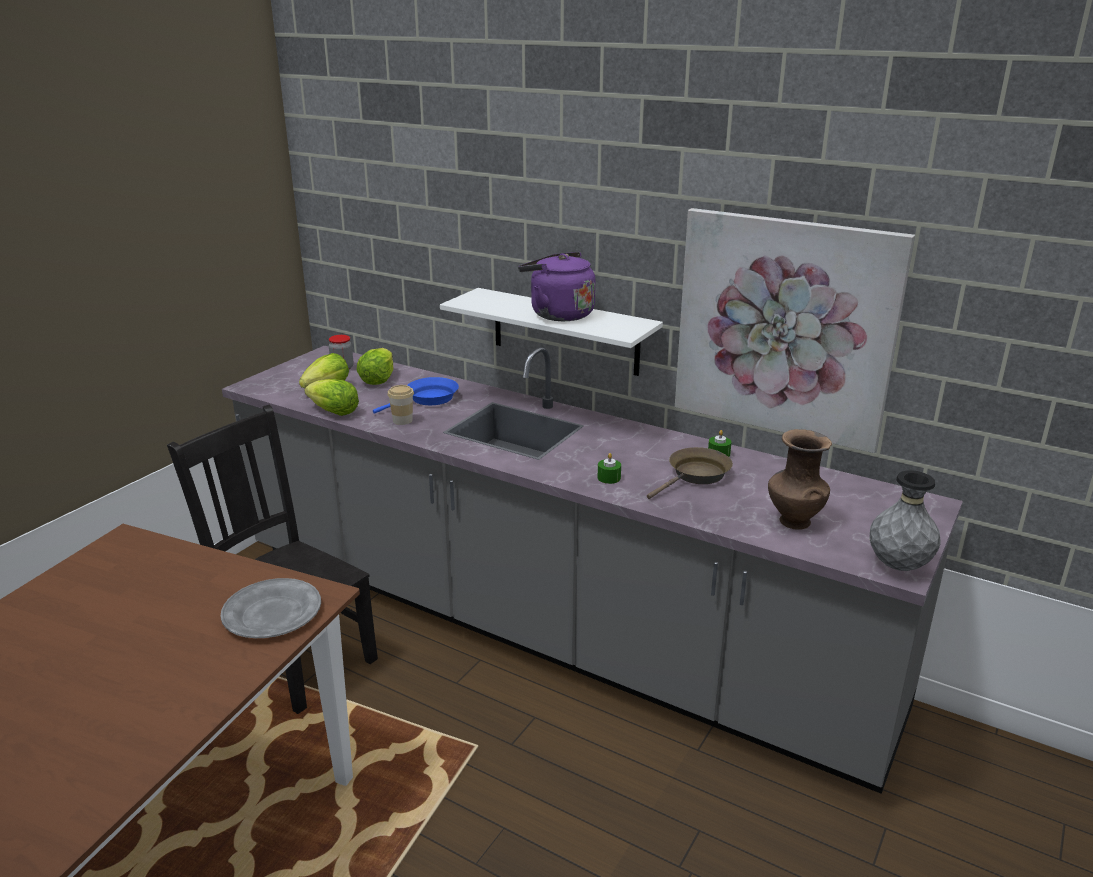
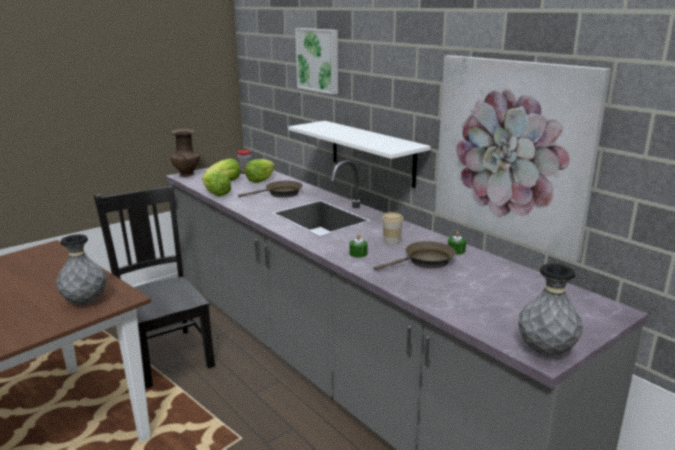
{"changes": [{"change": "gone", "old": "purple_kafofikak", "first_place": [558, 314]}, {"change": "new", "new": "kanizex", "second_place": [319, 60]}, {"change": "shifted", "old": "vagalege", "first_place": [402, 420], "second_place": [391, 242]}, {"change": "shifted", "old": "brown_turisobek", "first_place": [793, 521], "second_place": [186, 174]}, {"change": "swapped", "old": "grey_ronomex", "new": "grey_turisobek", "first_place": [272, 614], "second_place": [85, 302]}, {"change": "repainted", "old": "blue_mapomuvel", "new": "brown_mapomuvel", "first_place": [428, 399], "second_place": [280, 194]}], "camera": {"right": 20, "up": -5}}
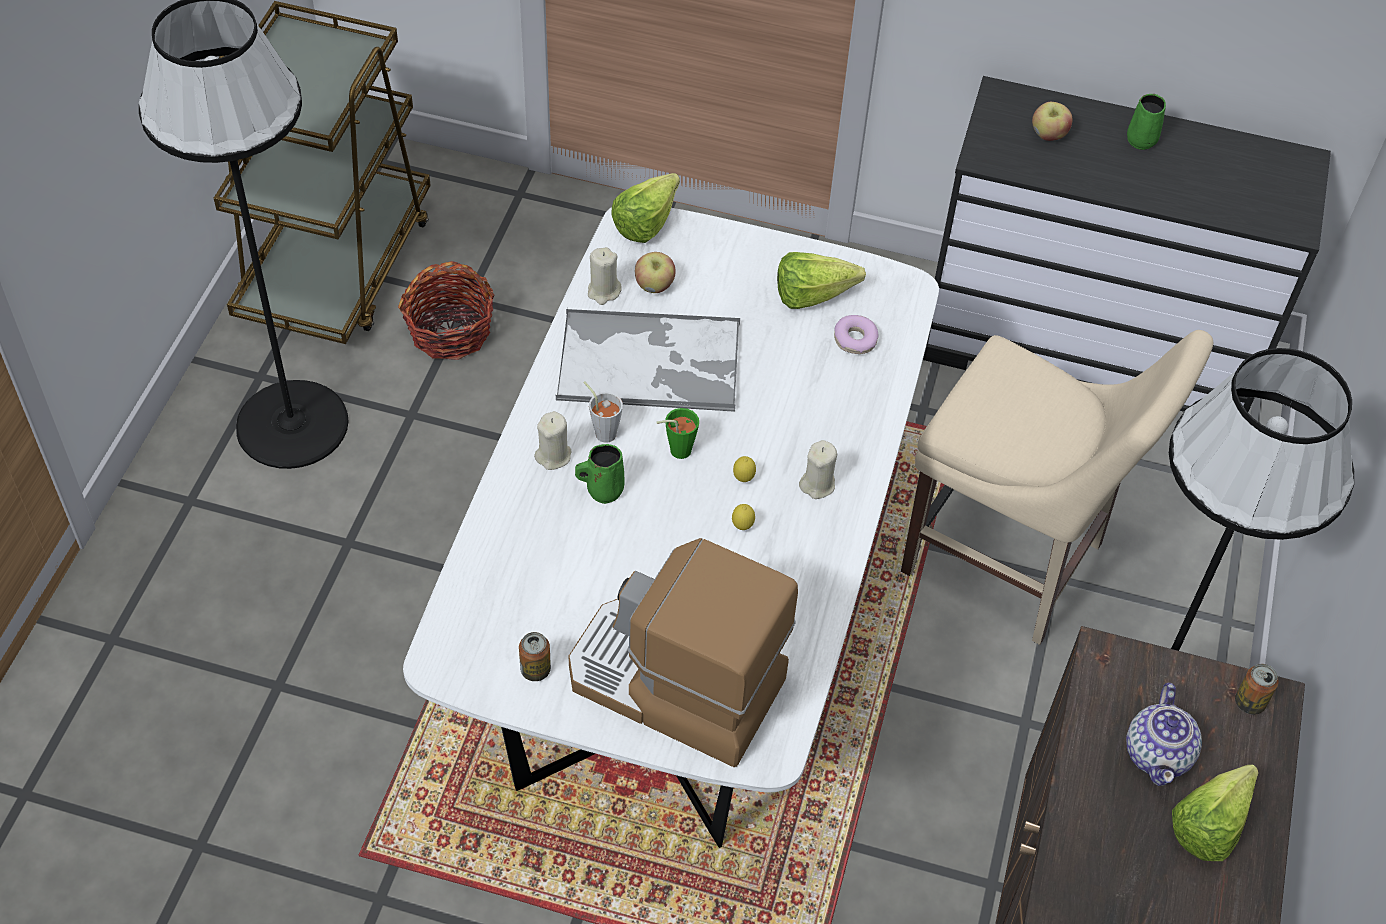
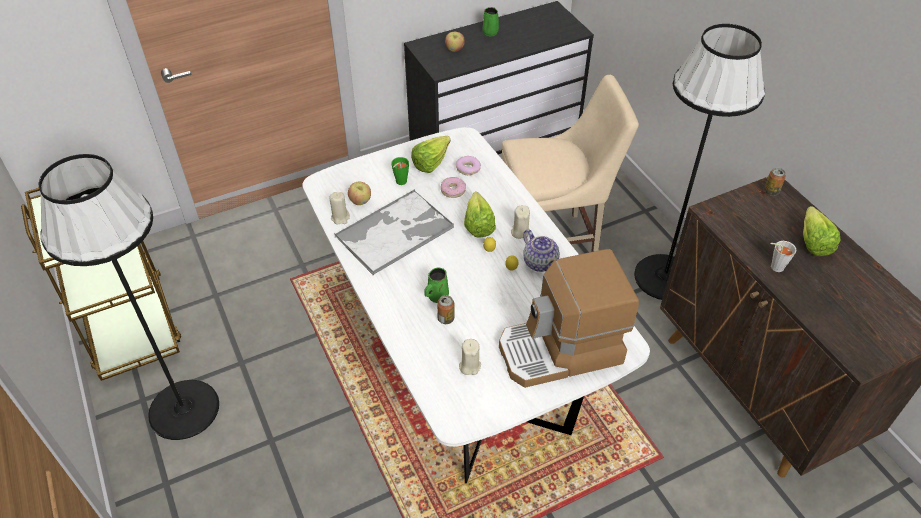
{"changes": [{"change": "gone", "old": "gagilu", "first_place": [450, 331]}, {"change": "new", "new": "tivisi", "second_place": [453, 190]}, {"change": "shifted", "old": "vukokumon", "first_place": [535, 670], "second_place": [446, 319]}, {"change": "shifted", "old": "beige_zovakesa", "first_place": [553, 455], "second_place": [469, 366]}, {"change": "shifted", "old": "grey_vagalege", "first_place": [602, 430], "second_place": [774, 267]}, {"change": "shifted", "old": "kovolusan", "first_place": [651, 220], "second_place": [479, 222]}, {"change": "shifted", "old": "green_vagalege", "first_place": [675, 451], "second_place": [399, 183]}, {"change": "shifted", "old": "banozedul", "first_place": [1158, 753], "second_place": [540, 262]}], "camera": {"right": -40, "up": -5}}
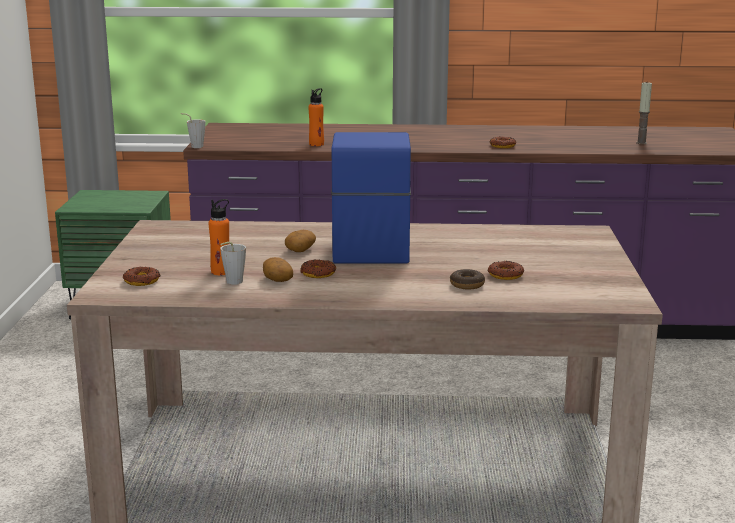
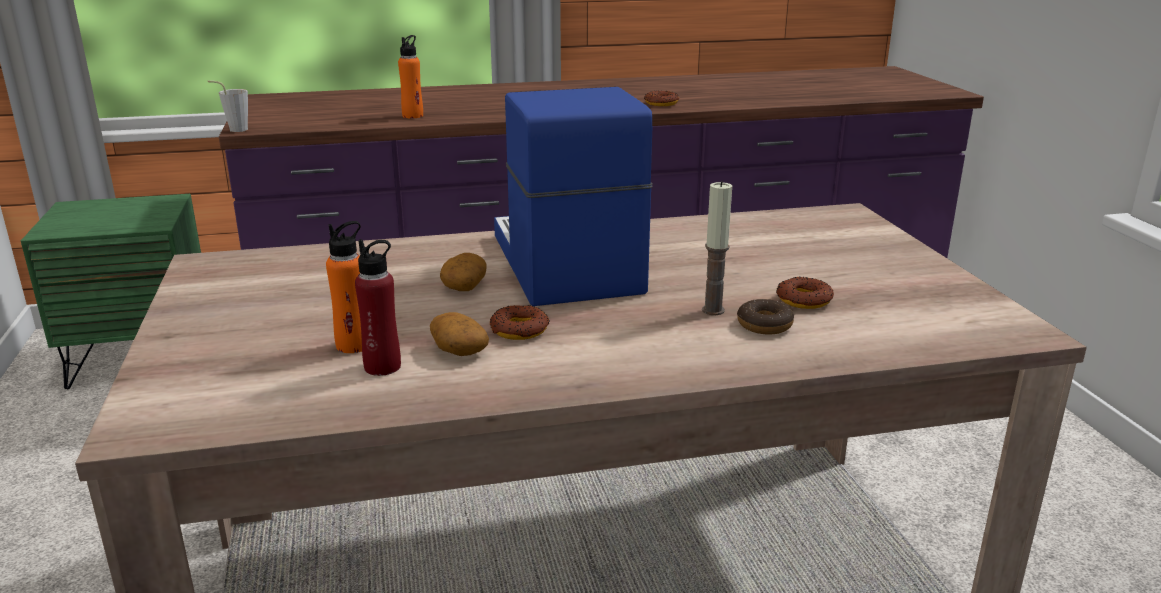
{"changes": [{"change": "gone", "old": "tivisi", "first_place": [142, 281]}, {"change": "shifted", "old": "zovakesa", "first_place": [641, 143], "second_place": [713, 310]}, {"change": "swapped", "old": "grey_vagalege", "new": "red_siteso", "first_place": [231, 282], "second_place": [382, 367]}], "camera": {"right": -15, "up": 5}}
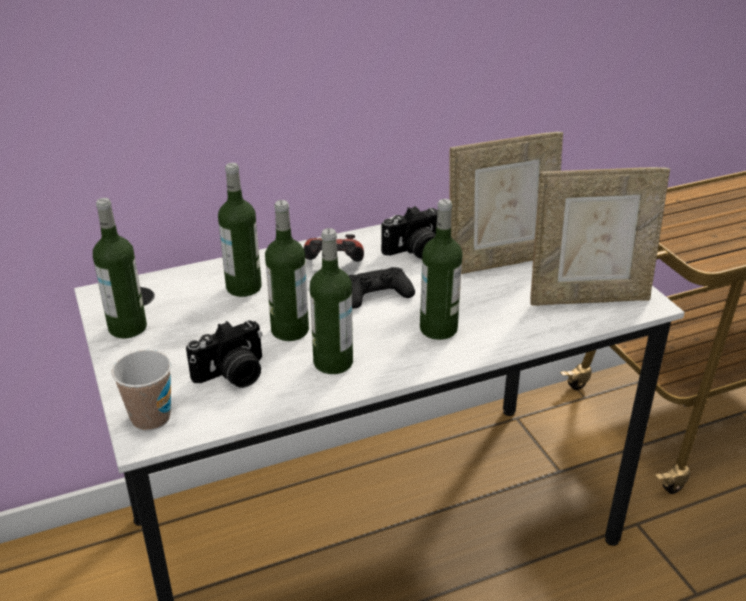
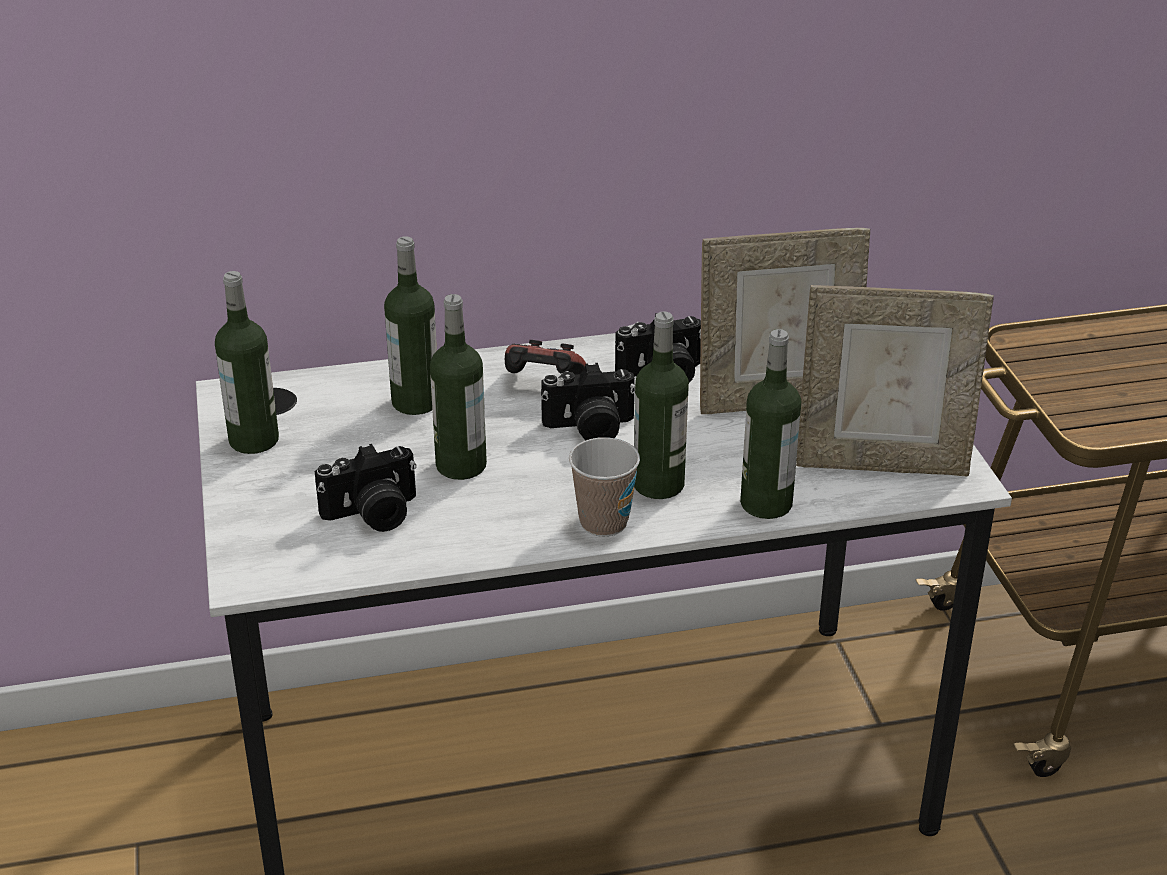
{"changes": [{"change": "shifted", "old": "vagalege", "first_place": [151, 418], "second_place": [603, 523]}, {"change": "shifted", "old": "siteso", "first_place": [333, 362], "second_place": [766, 504]}, {"change": "swapped", "old": "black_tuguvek", "new": "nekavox", "first_place": [376, 294], "second_place": [590, 429]}], "camera": {"right": 10, "up": 0}}
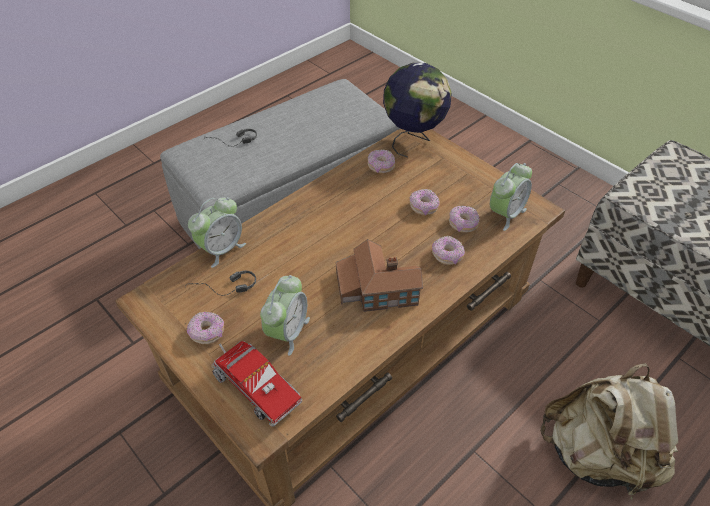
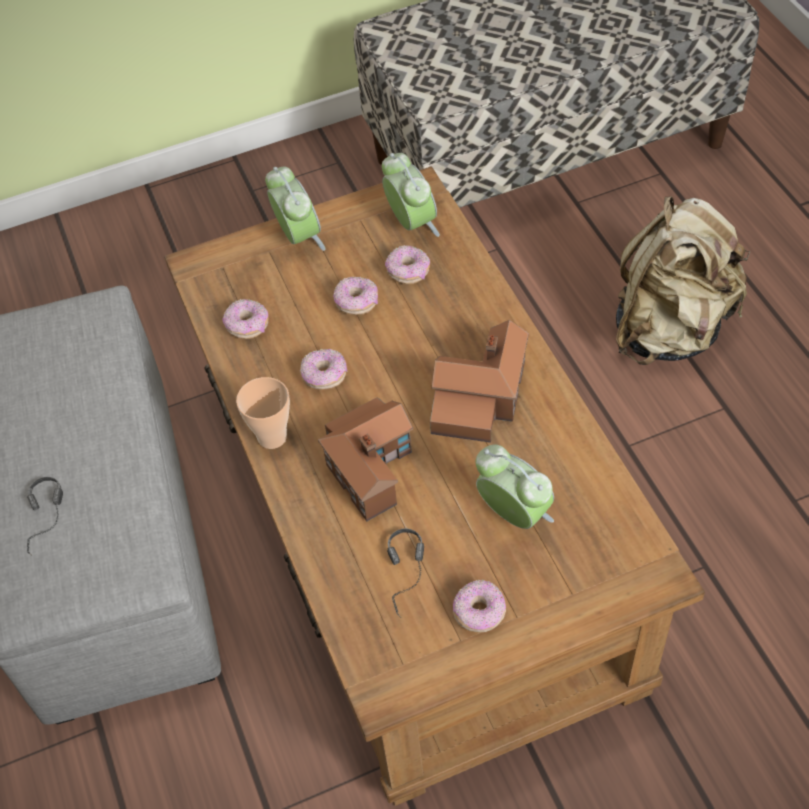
{"changes": [{"change": "gone", "old": "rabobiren", "first_place": [253, 385]}, {"change": "gone", "old": "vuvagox", "first_place": [413, 140]}, {"change": "new", "new": "vagalege", "second_place": [272, 437]}, {"change": "new", "new": "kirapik", "second_place": [371, 464]}, {"change": "shifted", "old": "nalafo", "first_place": [221, 249], "second_place": [298, 237]}, {"change": "shifted", "old": "tivisi", "first_place": [447, 255], "second_place": [324, 376]}], "camera": {"right": -65, "up": 5}}
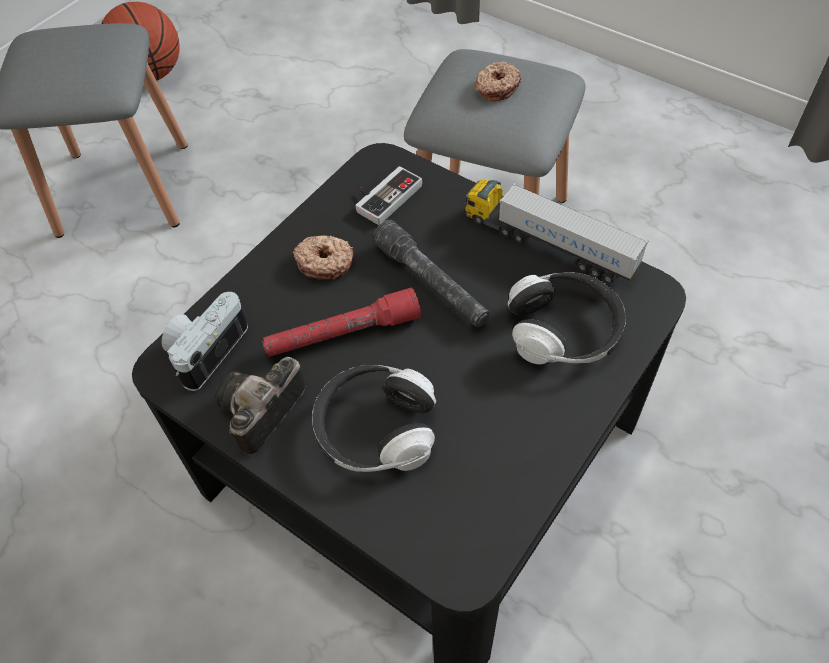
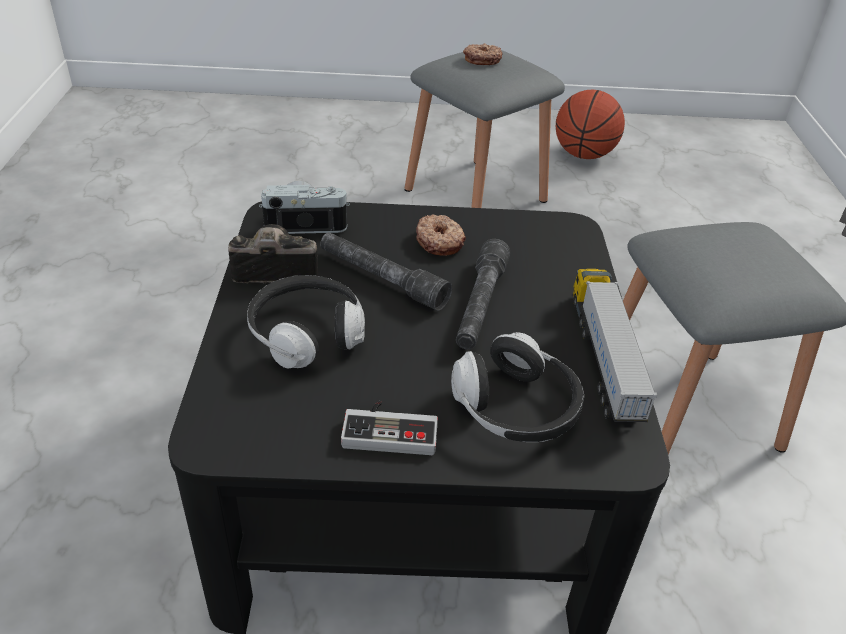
{"changes": [{"change": "shifted", "old": "tuguvek", "first_place": [384, 196], "second_place": [390, 429]}, {"change": "shifted", "old": "tivisi", "first_place": [496, 87], "second_place": [482, 60]}, {"change": "repainted", "old": "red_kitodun", "new": "grey_kitodun", "first_place": [342, 333], "second_place": [381, 279]}], "camera": {"right": 50, "up": -15}}
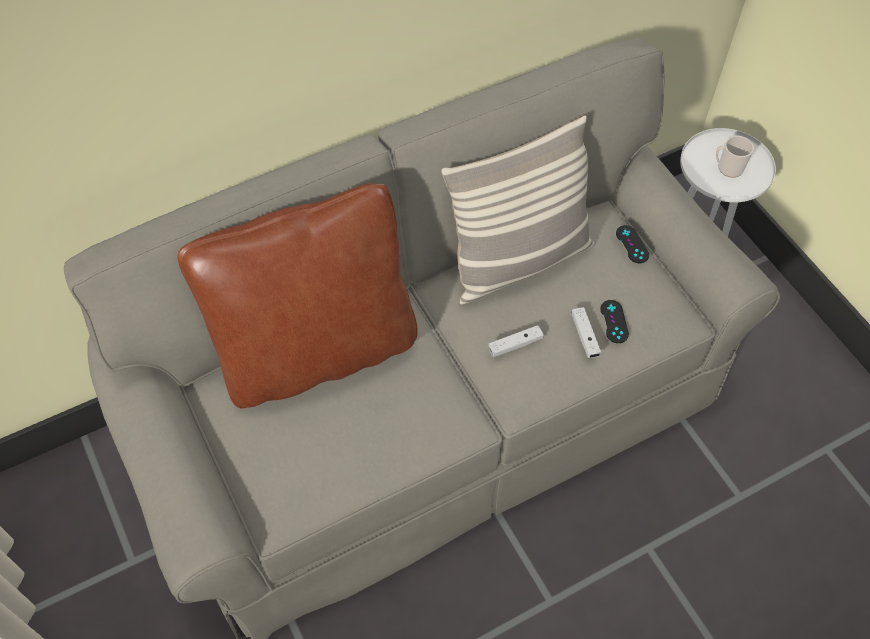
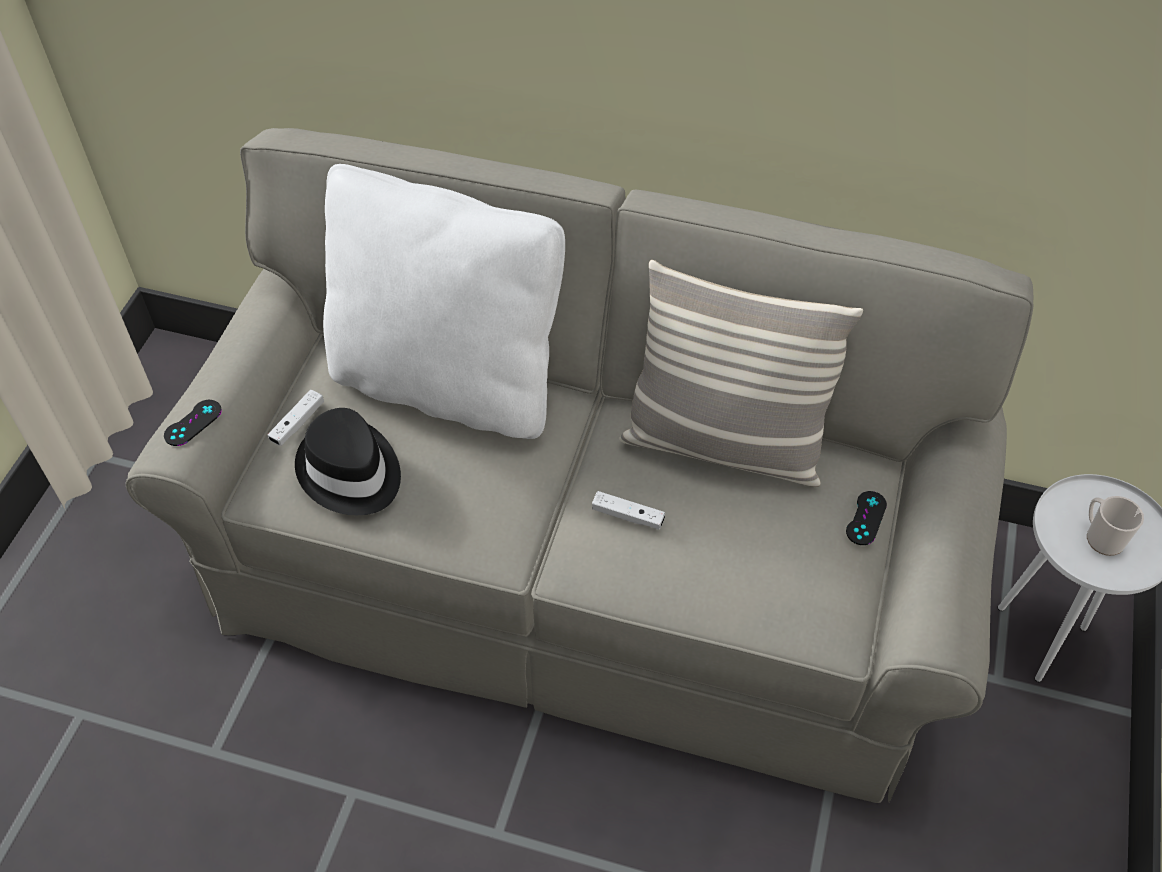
{"changes": [{"change": "new", "new": "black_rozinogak", "second_place": [349, 472]}, {"change": "shifted", "old": "white_tuguvek", "first_place": [584, 336], "second_place": [297, 423]}, {"change": "shifted", "old": "black_tuguvek", "first_place": [614, 321], "second_place": [193, 423]}, {"change": "repainted", "old": "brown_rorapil", "new": "white_rorapil", "first_place": [316, 350], "second_place": [448, 383]}], "camera": {"right": 45, "up": -5}}
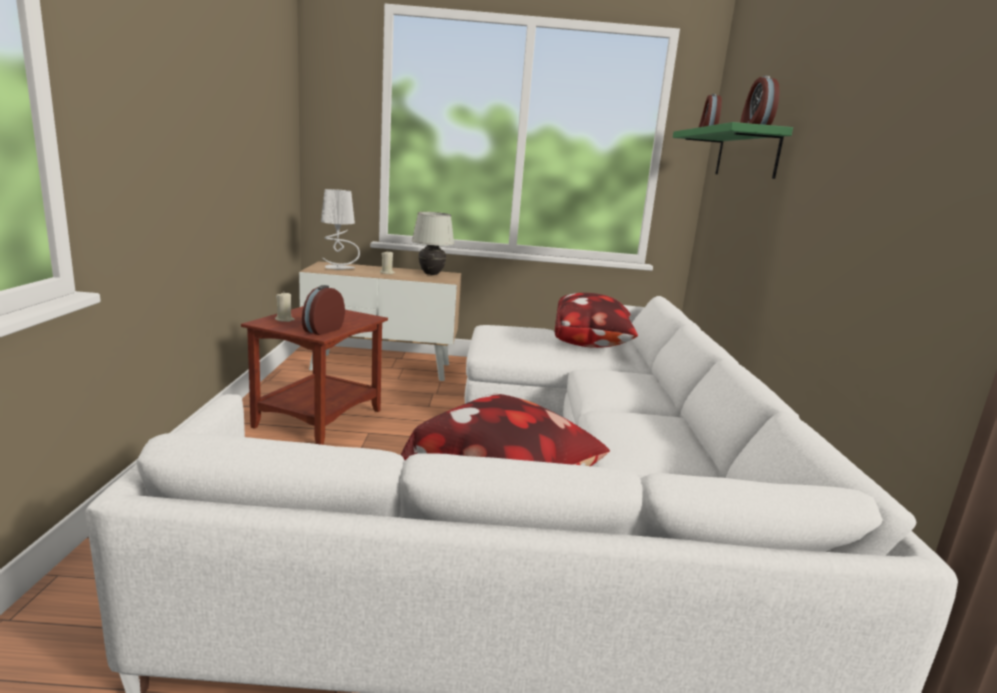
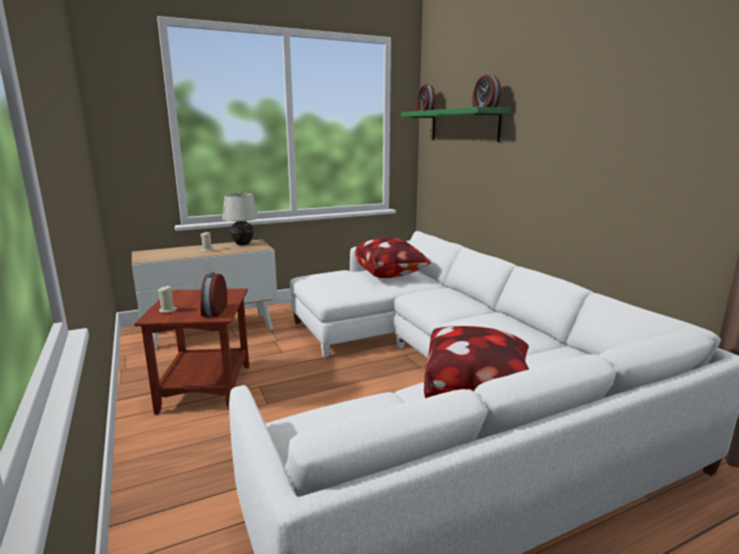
{"changes": [{"change": "gone", "old": "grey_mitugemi", "first_place": [339, 268]}], "camera": {"right": -25, "up": 0}}
